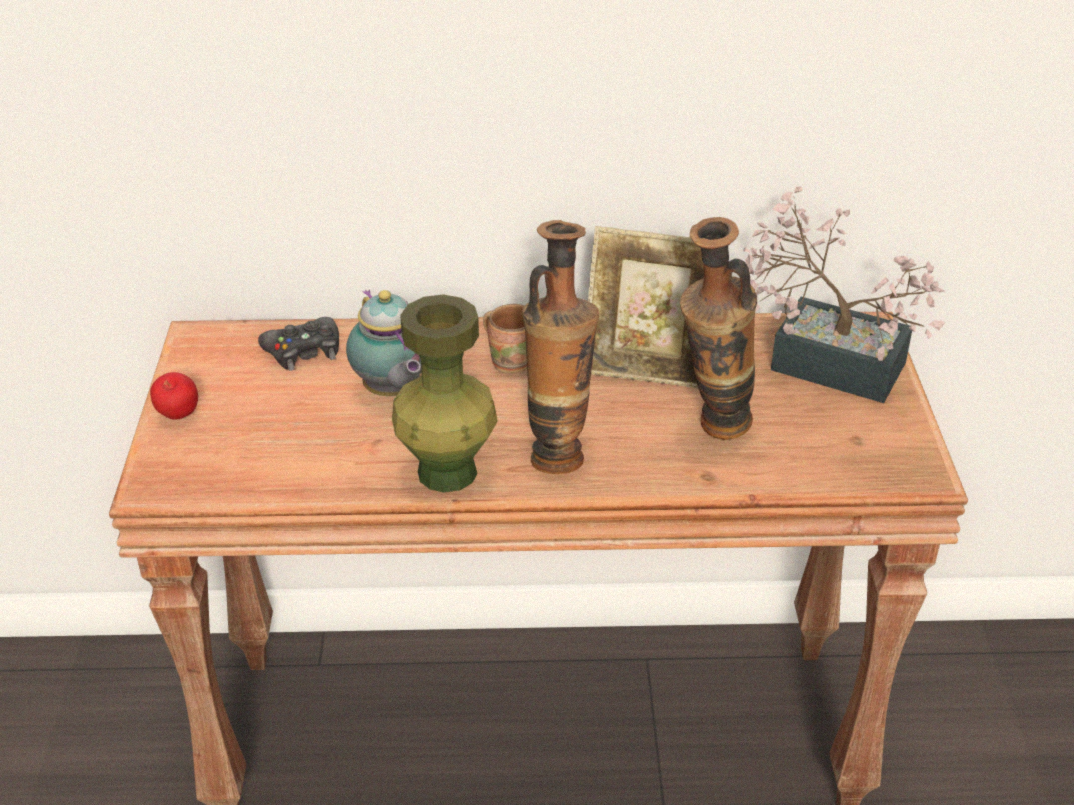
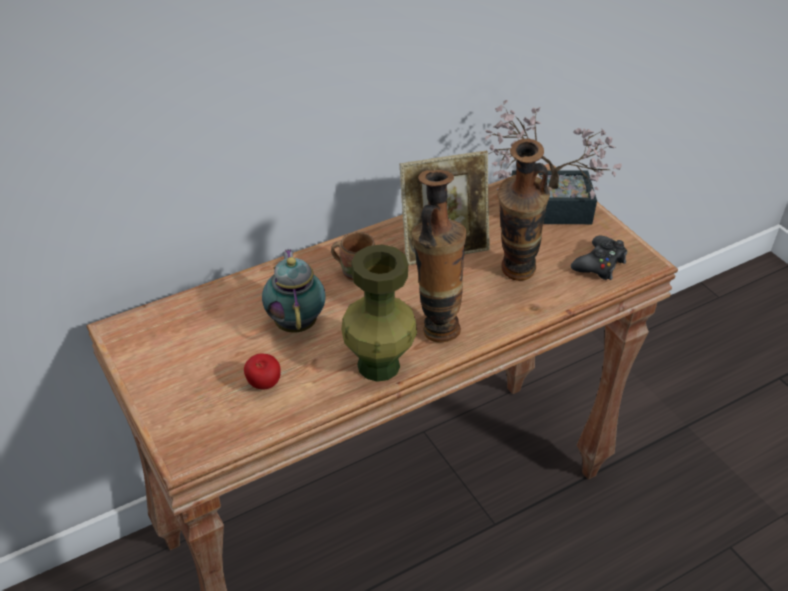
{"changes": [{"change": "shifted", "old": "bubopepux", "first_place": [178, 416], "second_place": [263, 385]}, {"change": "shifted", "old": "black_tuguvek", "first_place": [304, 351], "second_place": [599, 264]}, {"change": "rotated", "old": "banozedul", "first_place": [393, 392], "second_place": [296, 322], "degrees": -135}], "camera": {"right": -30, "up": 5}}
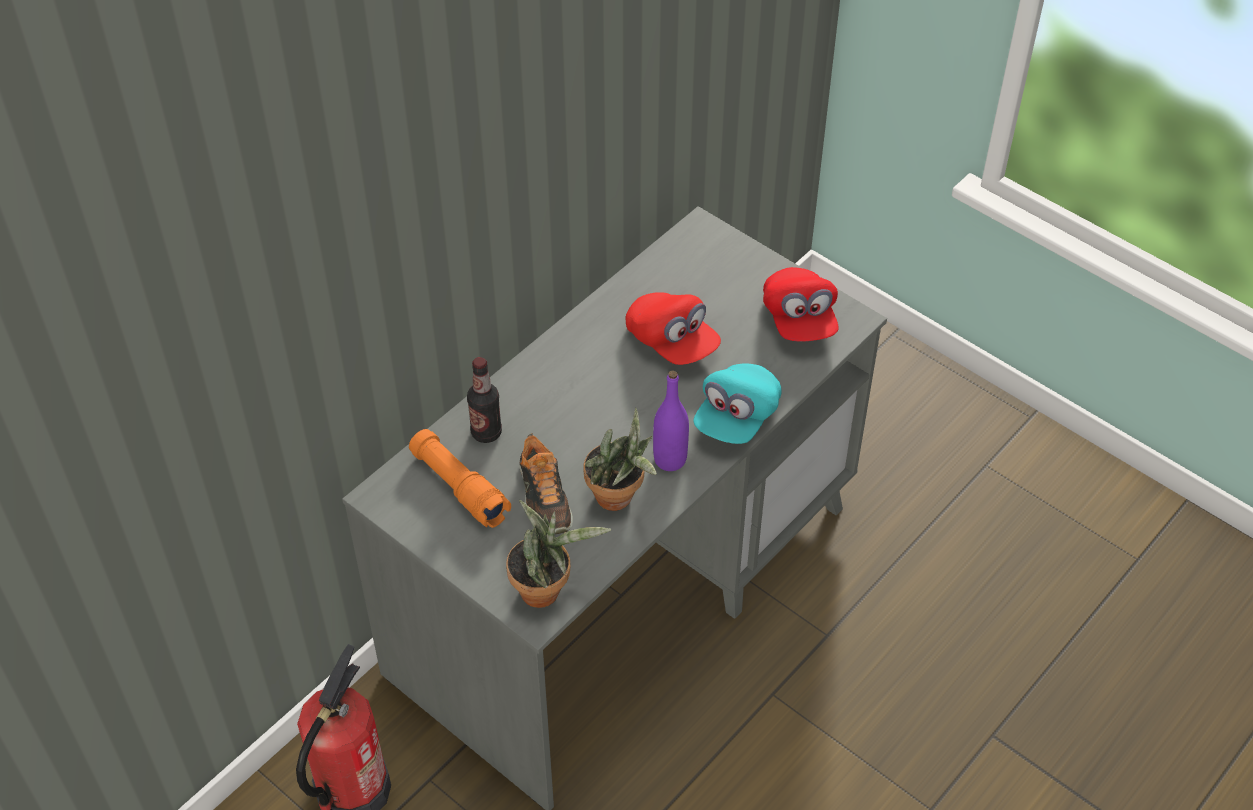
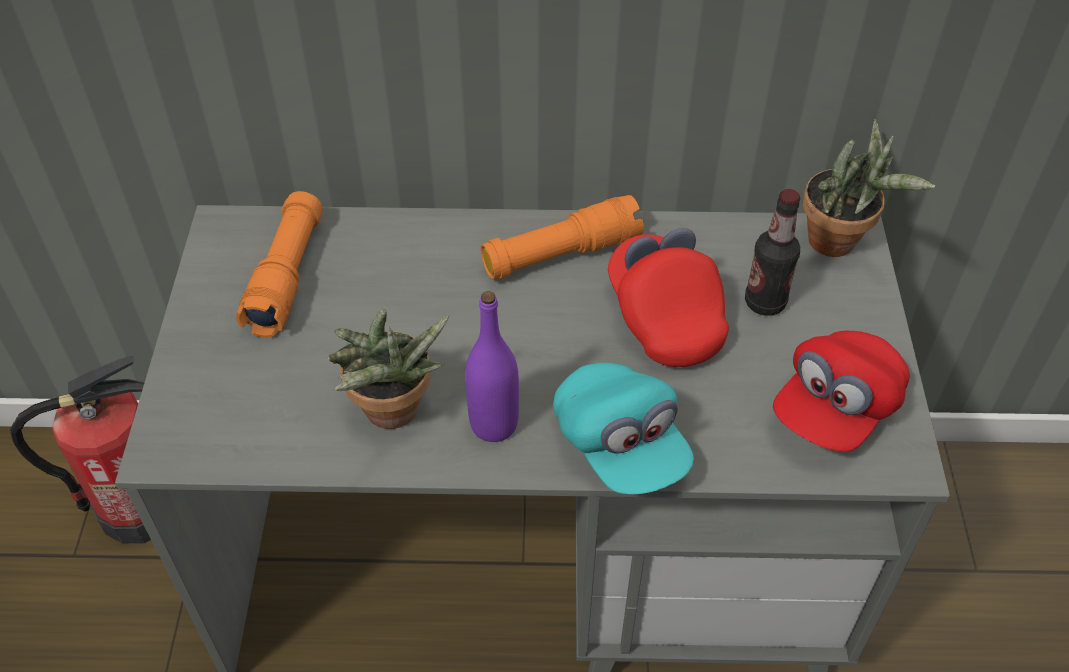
{"changes": [{"change": "gone", "old": "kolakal", "first_place": [543, 497]}, {"change": "new", "new": "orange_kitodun", "second_place": [561, 254]}, {"change": "shifted", "old": "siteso", "first_place": [486, 432], "second_place": [765, 302]}, {"change": "shifted", "old": "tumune", "first_place": [546, 589], "second_place": [839, 243]}, {"change": "rotated", "old": "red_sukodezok", "first_place": [672, 342], "second_place": [664, 316], "degrees": 150}, {"change": "rotated", "old": "turquoise_sukodezok", "first_place": [736, 417], "second_place": [620, 445], "degrees": -105}], "camera": {"right": 50, "up": 0}}
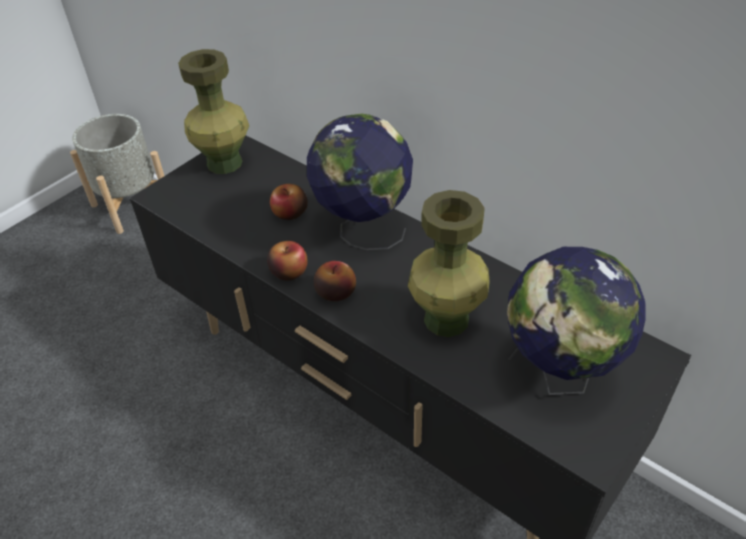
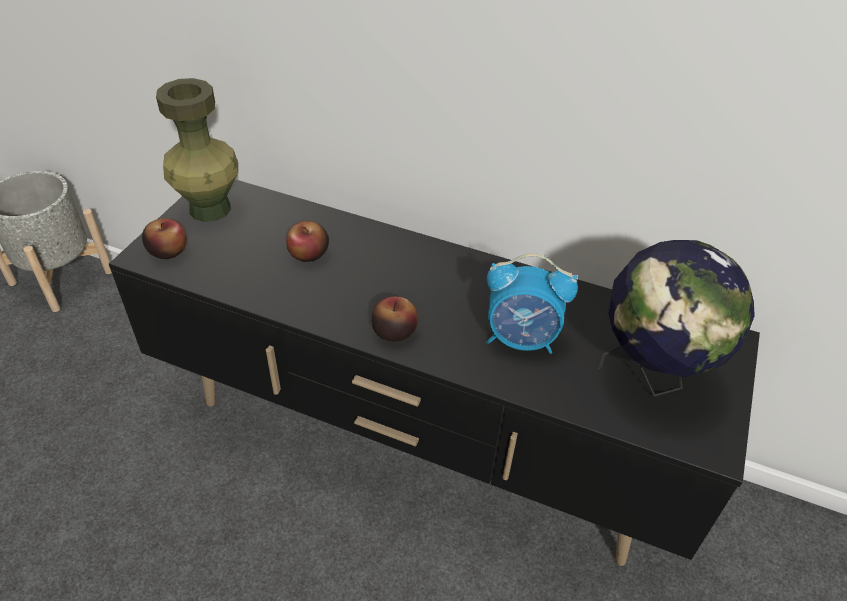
{"changes": [{"change": "gone", "old": "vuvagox", "first_place": [362, 230]}, {"change": "shifted", "old": "bubopepux", "first_place": [289, 271], "second_place": [168, 251]}, {"change": "swapped", "old": "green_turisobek", "new": "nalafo", "first_place": [447, 319], "second_place": [521, 339]}], "camera": {"right": -20, "up": 0}}
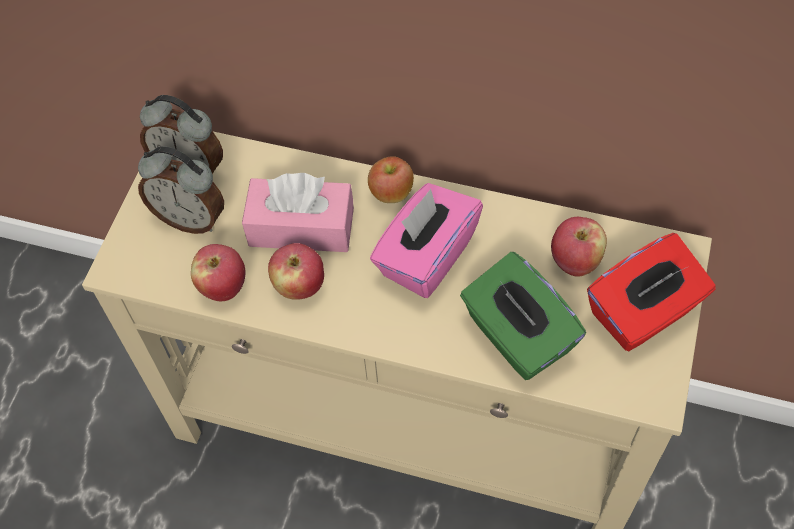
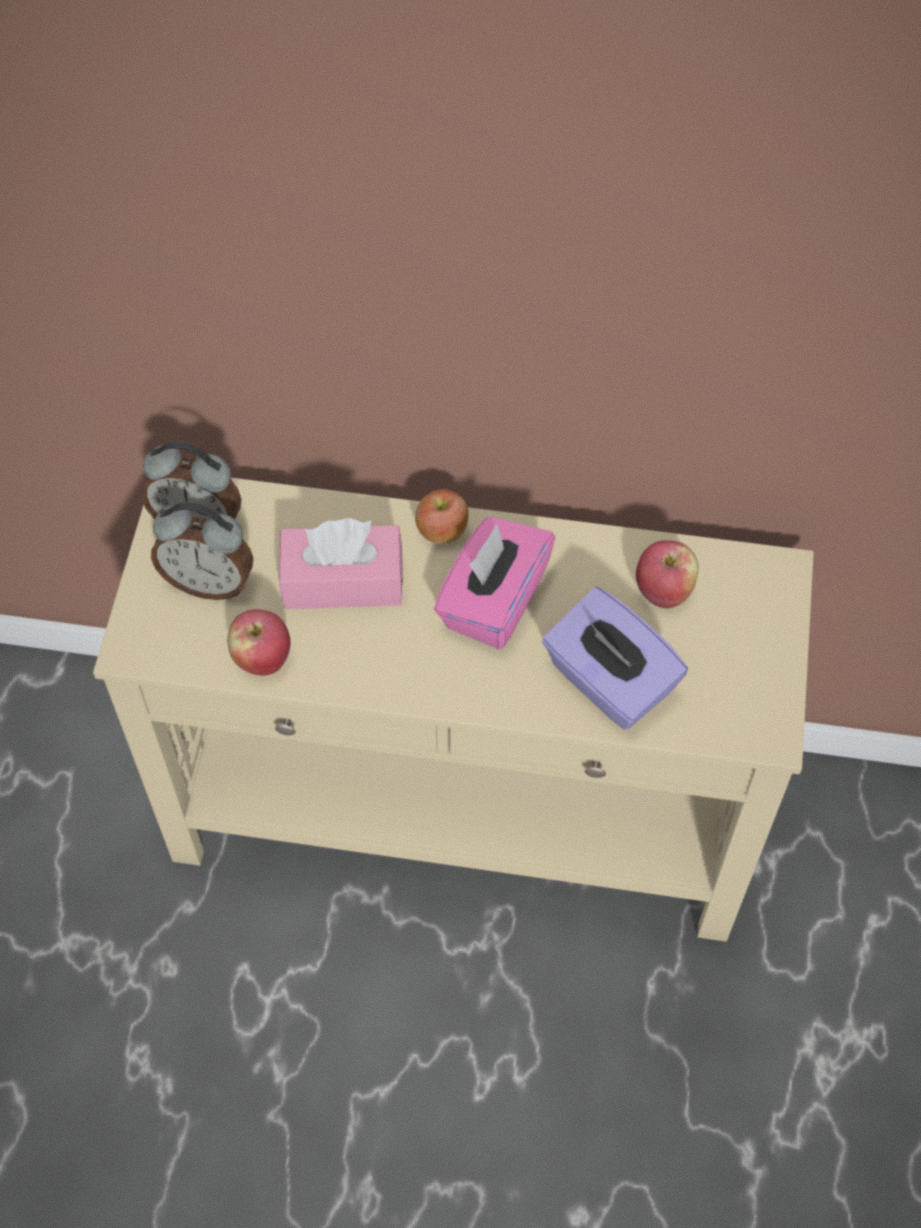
{"changes": [{"change": "gone", "old": "bubopepux", "first_place": [299, 286]}, {"change": "gone", "old": "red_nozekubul", "first_place": [643, 312]}, {"change": "repainted", "old": "green_nozekubul", "new": "purple_nozekubul", "first_place": [517, 336], "second_place": [609, 682]}], "camera": {"right": -10, "up": 0}}
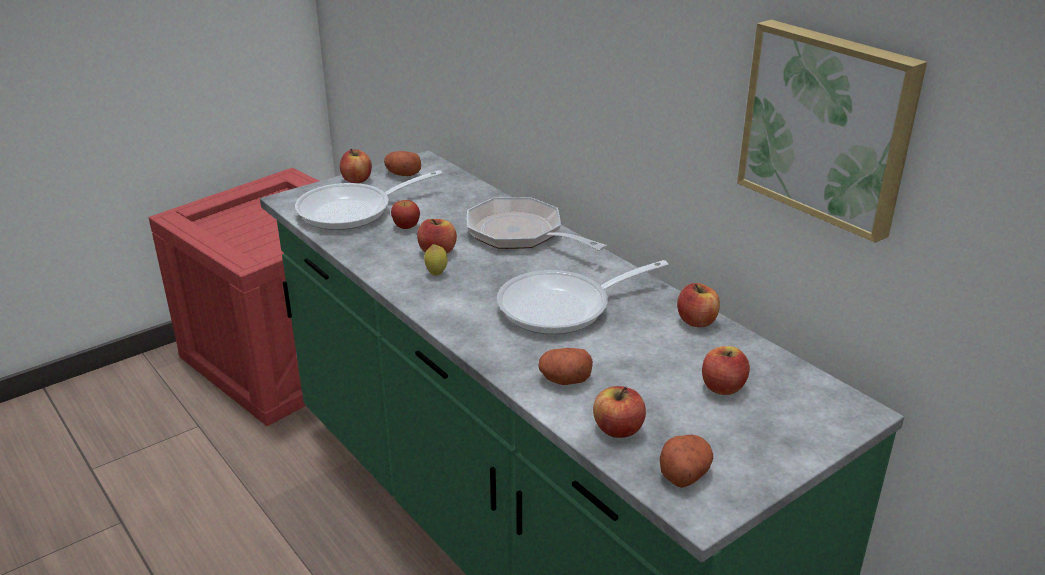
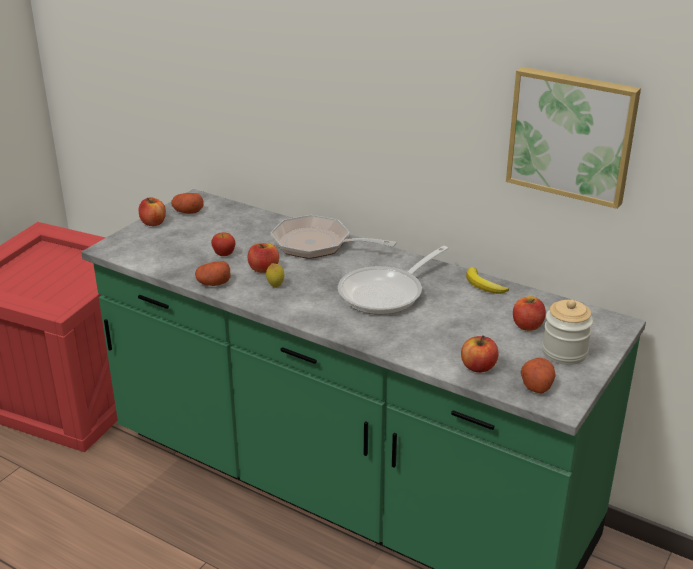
{"changes": [{"change": "gone", "old": "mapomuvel", "first_place": [353, 211]}, {"change": "new", "new": "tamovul", "second_place": [564, 352]}, {"change": "shifted", "old": "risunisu", "first_place": [564, 379], "second_place": [213, 283]}, {"change": "swapped", "old": "bubopepux", "new": "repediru", "first_place": [696, 321], "second_place": [483, 285]}], "camera": {"right": -20, "up": 0}}
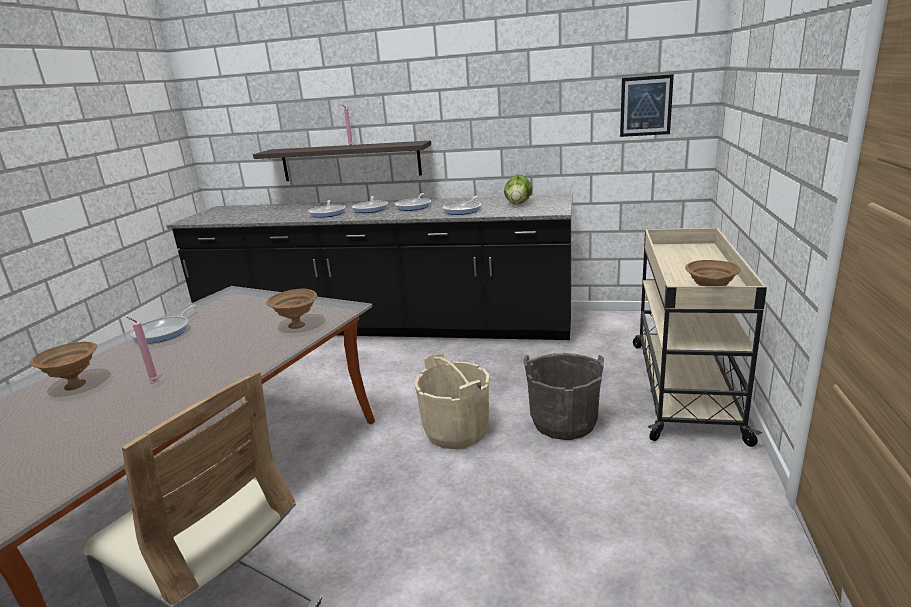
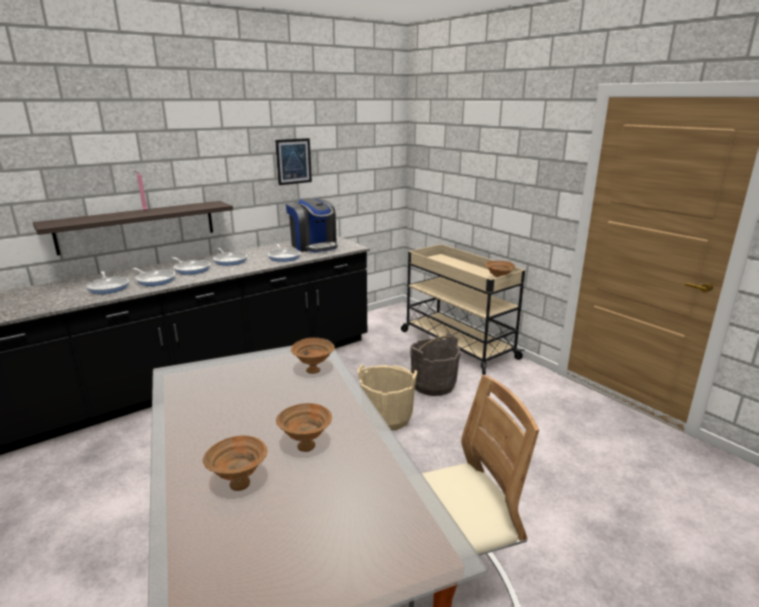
{"changes": [{"change": "shifted", "old": "mapomuvel", "first_place": [164, 332], "second_place": [108, 287]}, {"change": "shifted", "old": "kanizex", "first_place": [646, 106], "second_place": [293, 161]}, {"change": "swapped", "old": "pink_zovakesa", "new": "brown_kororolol", "first_place": [153, 381], "second_place": [305, 446]}, {"change": "swapped", "old": "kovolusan", "new": "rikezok", "first_place": [518, 204], "second_place": [314, 246]}], "camera": {"right": -50, "up": 0}}
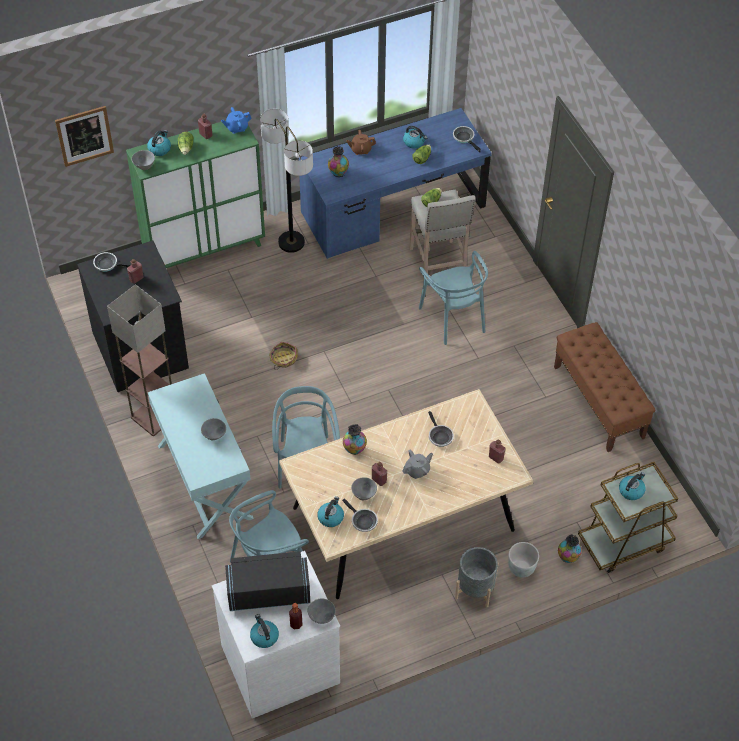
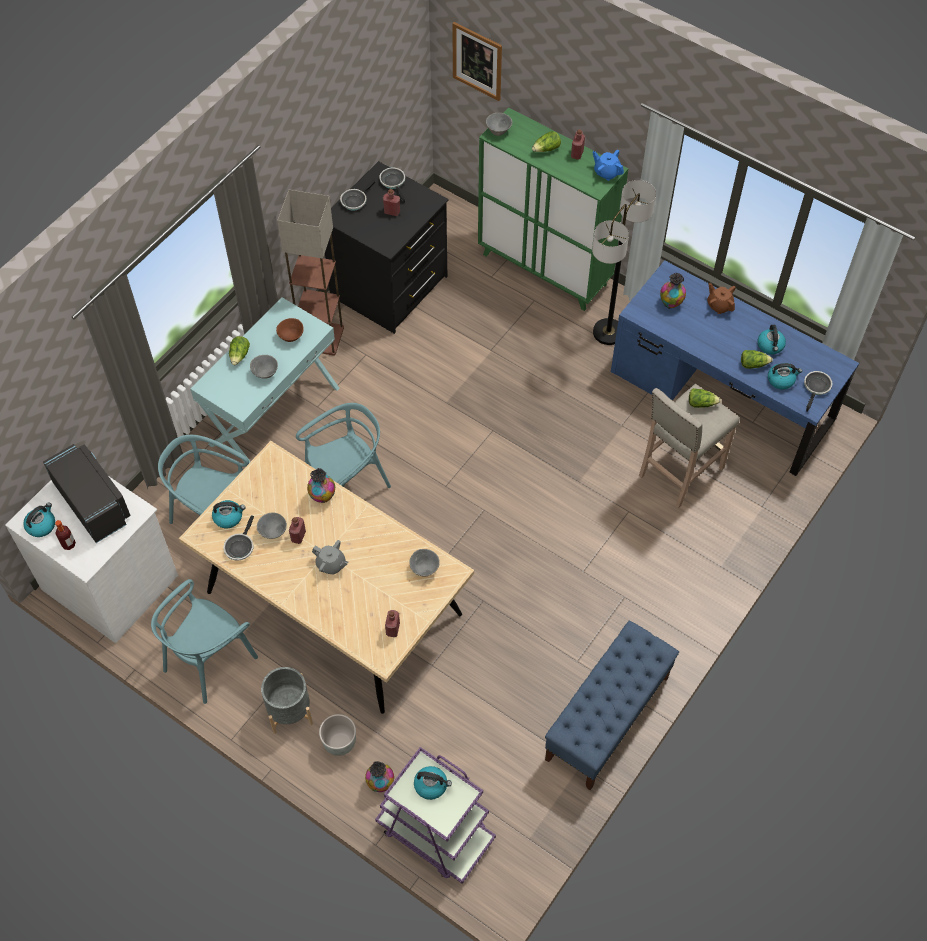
{"changes": [{"change": "gone", "old": "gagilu", "first_place": [283, 359]}, {"change": "new", "new": "kovolusan", "second_place": [239, 355]}, {"change": "new", "new": "brown_kororolol", "second_place": [290, 336]}, {"change": "shifted", "old": "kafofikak", "first_place": [159, 149], "second_place": [781, 380]}, {"change": "shifted", "old": "grey_kororolol", "first_place": [321, 617], "second_place": [424, 569]}, {"change": "shifted", "old": "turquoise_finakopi", "first_place": [453, 318], "second_place": [209, 660]}, {"change": "shifted", "old": "mapomuvel", "first_place": [439, 436], "second_place": [355, 200]}, {"change": "repainted", "old": "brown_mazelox", "new": "blue_mazelox", "first_place": [599, 402], "second_place": [607, 718]}, {"change": "repainted", "old": "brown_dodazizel", "new": "purple_dodazizel", "first_place": [624, 542], "second_place": [435, 832]}], "camera": {"right": 60, "up": 5}}
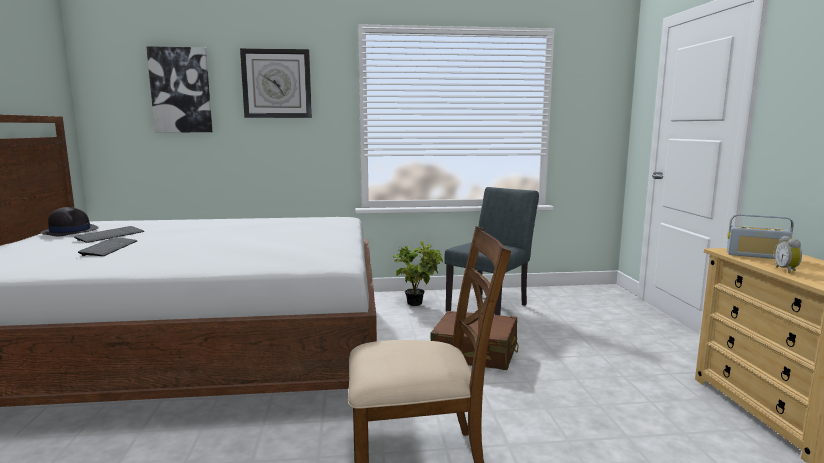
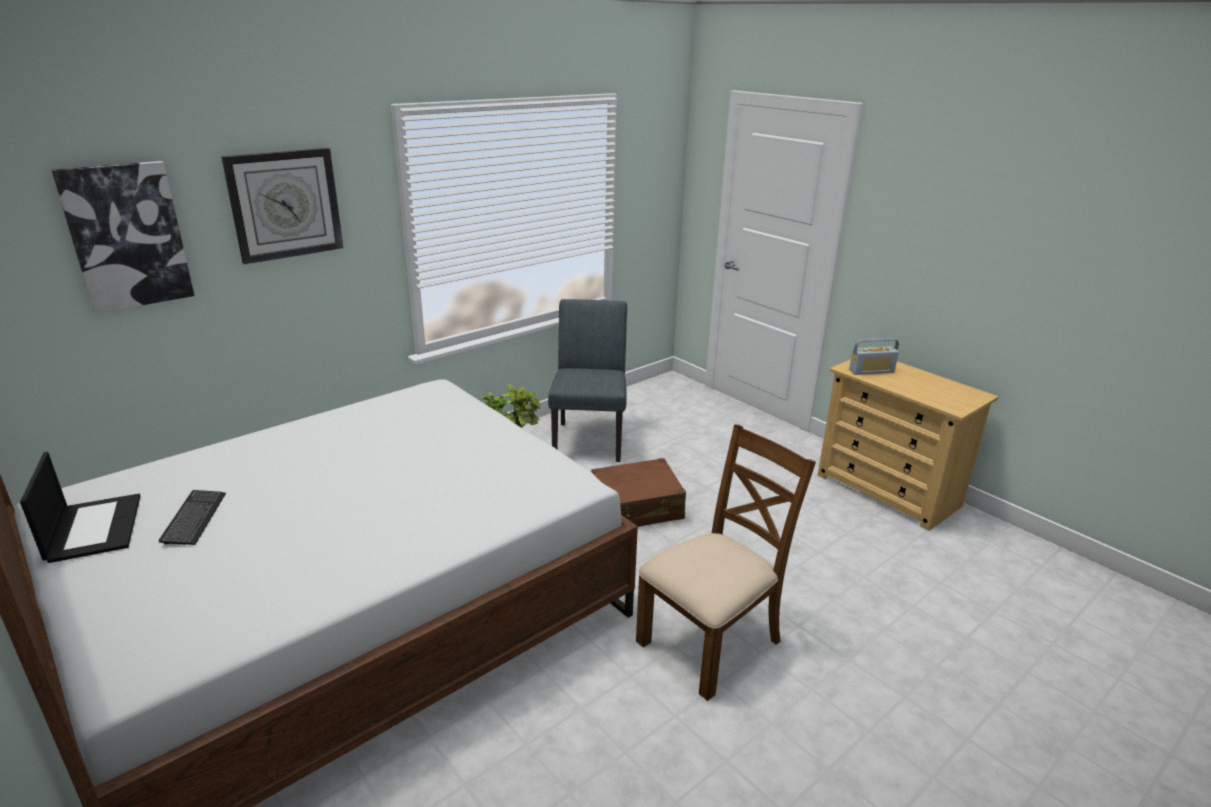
{"changes": [{"change": "gone", "old": "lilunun", "first_place": [109, 248]}, {"change": "gone", "old": "nalafo", "first_place": [787, 270]}, {"change": "swapped", "old": "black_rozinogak", "new": "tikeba", "first_place": [70, 231], "second_place": [94, 527]}], "camera": {"right": -35, "up": 15}}
